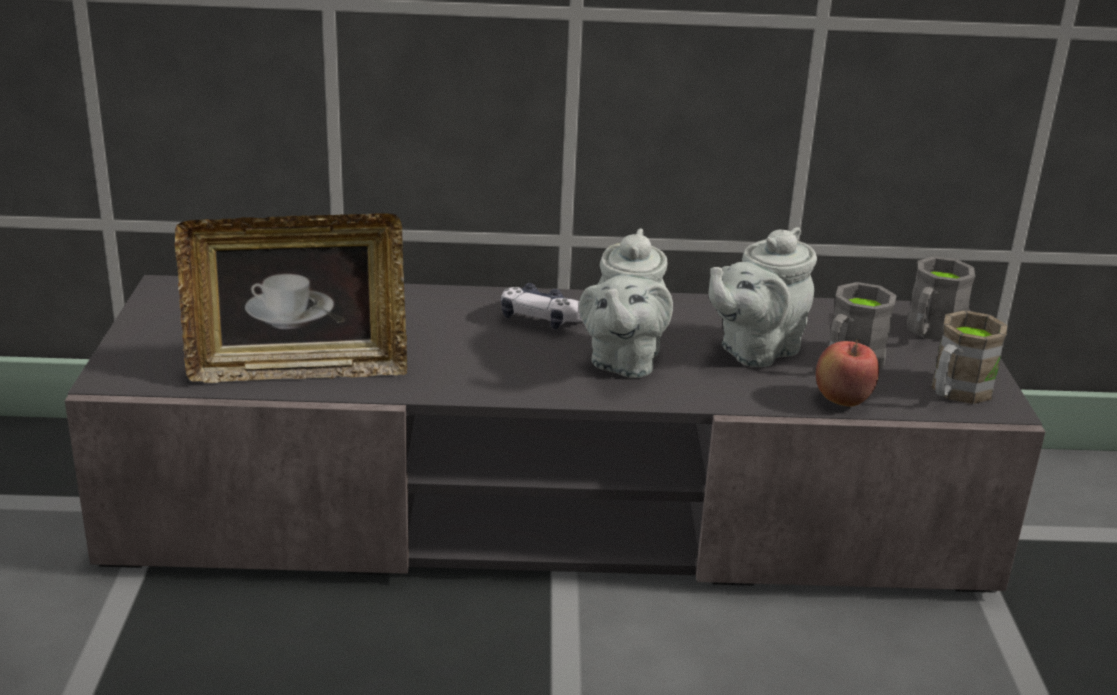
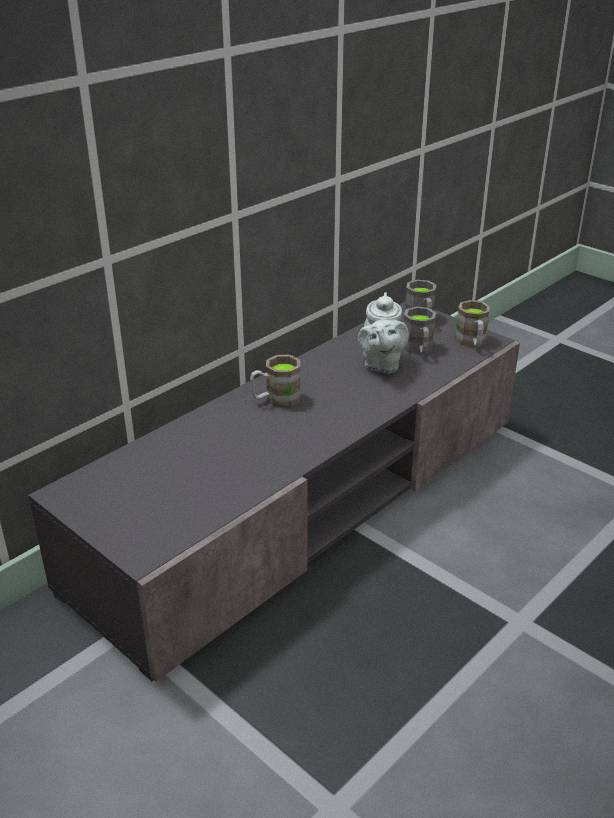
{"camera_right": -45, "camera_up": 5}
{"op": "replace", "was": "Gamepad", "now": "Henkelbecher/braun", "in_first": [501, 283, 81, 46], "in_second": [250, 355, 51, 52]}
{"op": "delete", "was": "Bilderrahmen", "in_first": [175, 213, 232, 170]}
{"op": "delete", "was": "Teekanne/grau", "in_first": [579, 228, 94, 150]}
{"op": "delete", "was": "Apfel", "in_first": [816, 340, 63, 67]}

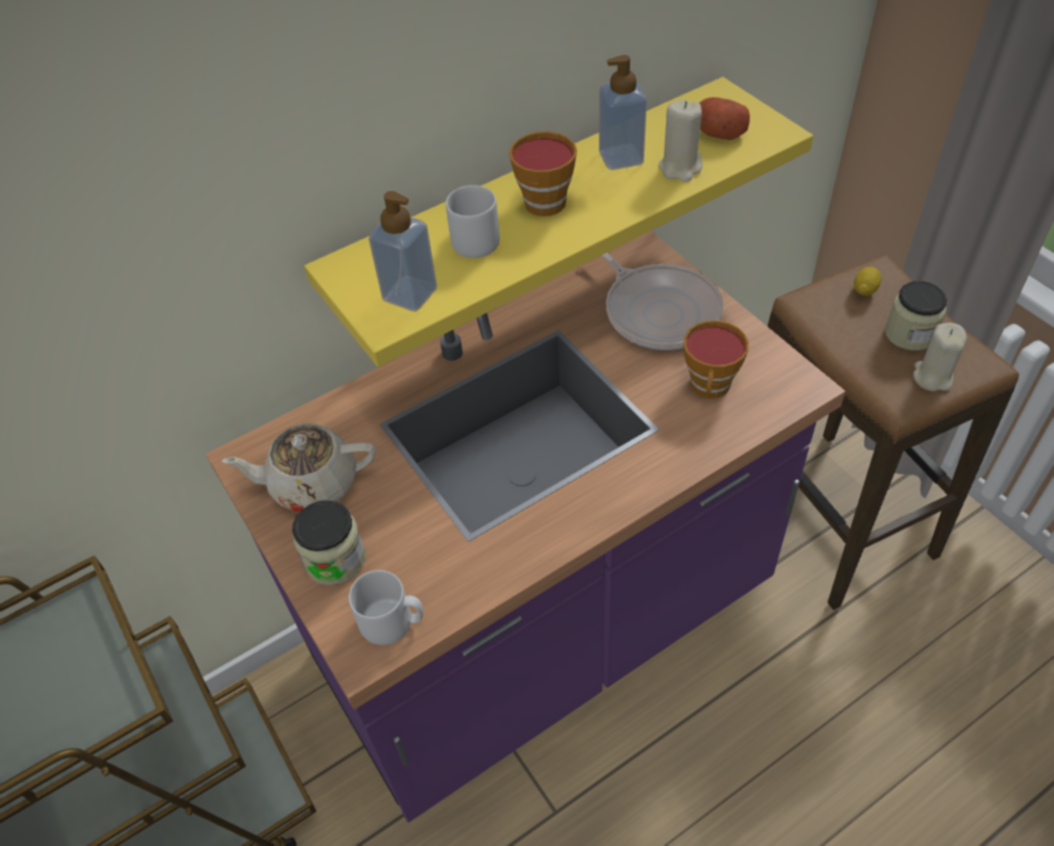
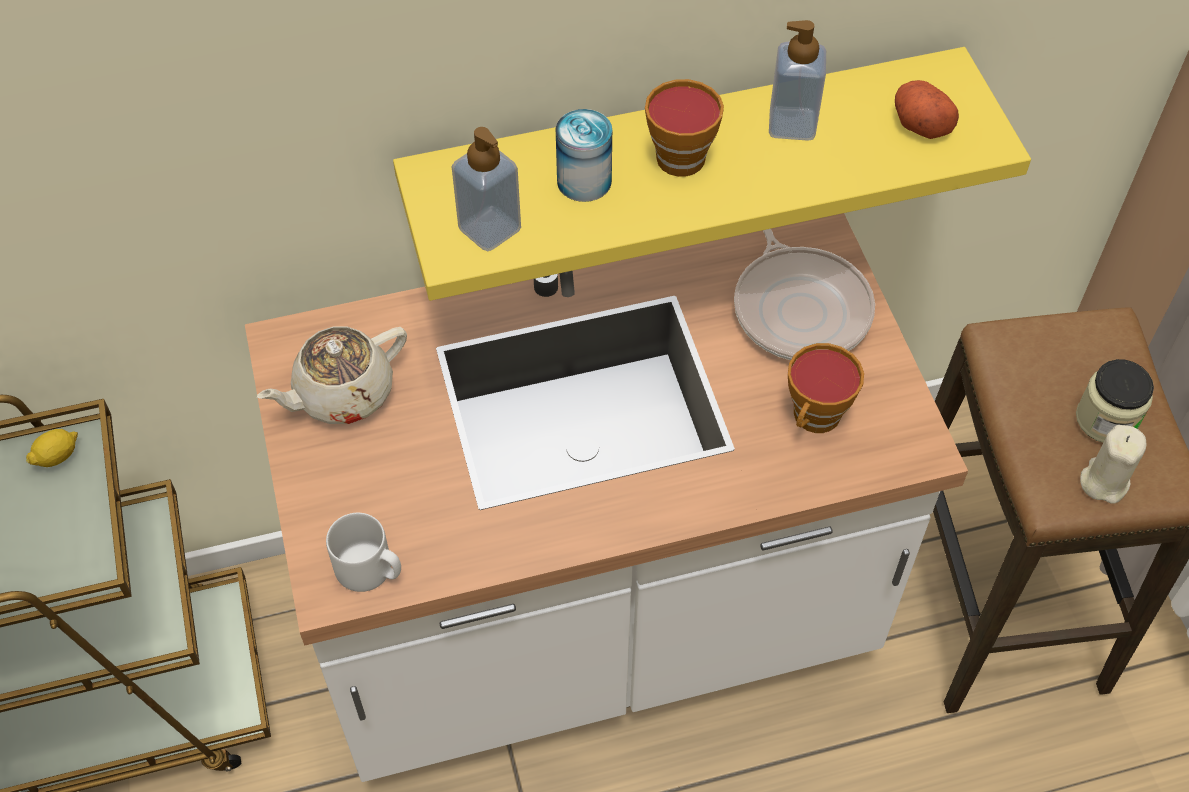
{"camera_right": 15, "camera_up": 5}
{"op": "move", "was": "Zitrone", "in_first": [854, 267, 28, 29], "in_second": [26, 429, 52, 38]}
{"op": "recolor", "was": "Küchenzeile/lila", "now": "Küchenzeile/weiß", "in_first": [206, 231, 639, 591], "in_second": [245, 213, 723, 569]}
{"op": "rotate", "was": "Teekanne/beige", "in_first": [222, 424, 154, 87], "in_second": [257, 326, 150, 98], "clockwise": -45}
{"op": "replace", "was": "Henkelbecher/grau", "now": "Dose", "in_first": [446, 185, 54, 73], "in_second": [556, 109, 56, 93]}
{"op": "delete", "was": "Vorratsglas", "in_first": [292, 500, 74, 85]}
{"op": "delete", "was": "Kerze/beige", "in_first": [659, 100, 44, 82]}

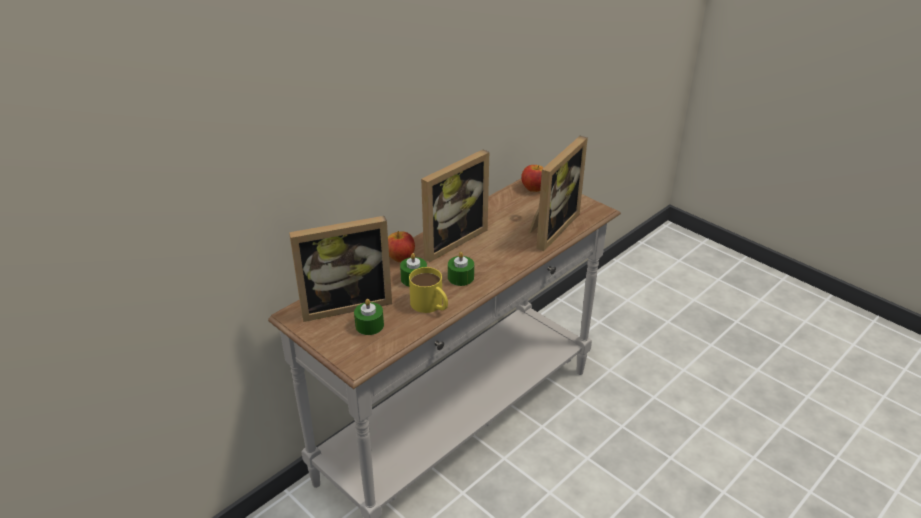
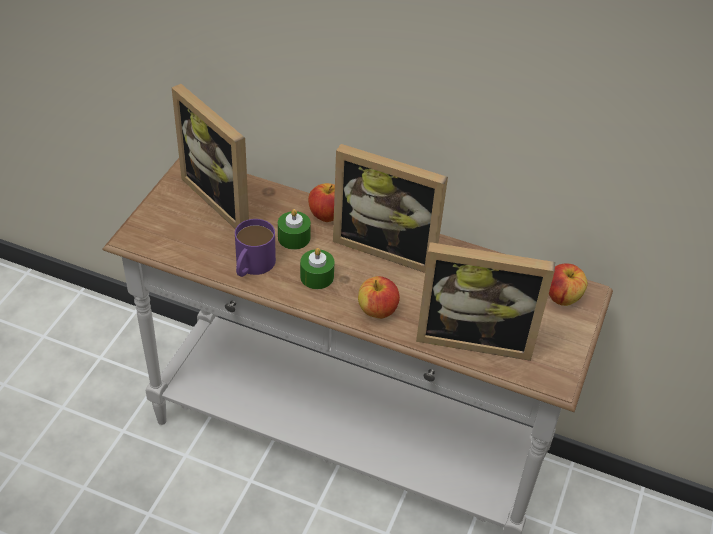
{"camera_right": 65, "camera_up": 10}
{"op": "recolor", "was": "Henkelbecher/gelb", "now": "Henkelbecher/lila", "in_first": [409, 267, 39, 46], "in_second": [235, 219, 41, 58]}
{"op": "insert", "now": "Apfel", "in_second": [358, 276, 42, 43]}
{"op": "delete", "was": "Kerze/grün", "in_first": [354, 299, 30, 36]}

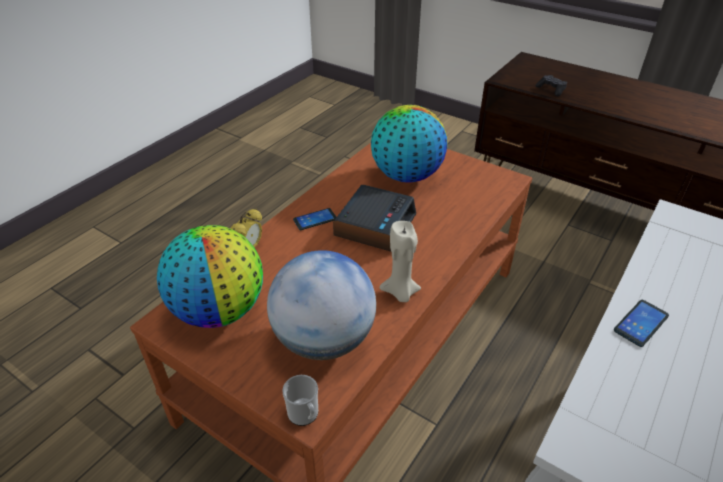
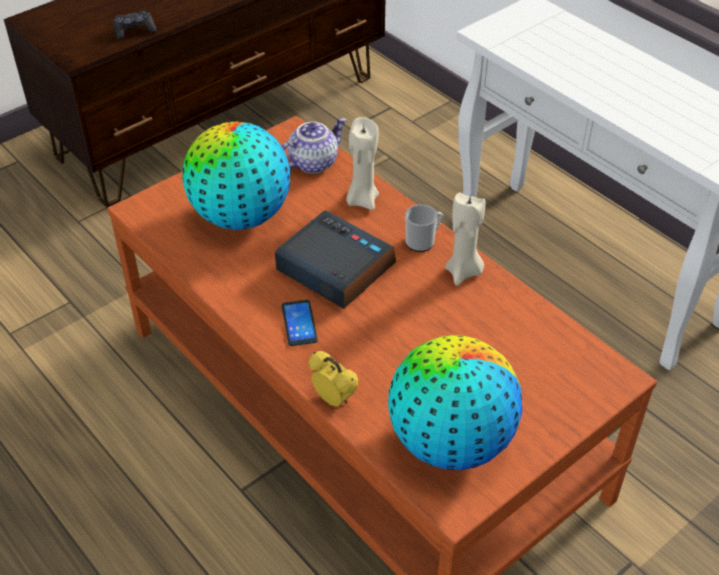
{"camera_right": -75, "camera_up": 5}
{"op": "insert", "now": "Teekanne", "in_second": [282, 118, 65, 56]}
{"op": "insert", "now": "Kerze/beige", "in_second": [346, 117, 33, 93]}
{"op": "move", "was": "Henkelbecher", "in_first": [282, 375, 36, 51], "in_second": [405, 204, 38, 48]}
{"op": "delete", "was": "Globus", "in_first": [267, 250, 109, 110]}
{"op": "delete", "was": "Handy", "in_first": [614, 300, 55, 47]}

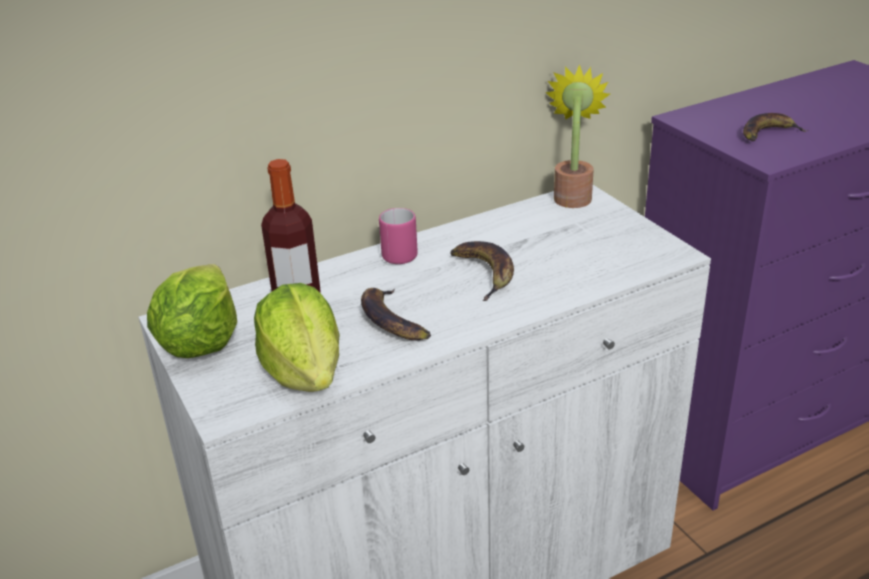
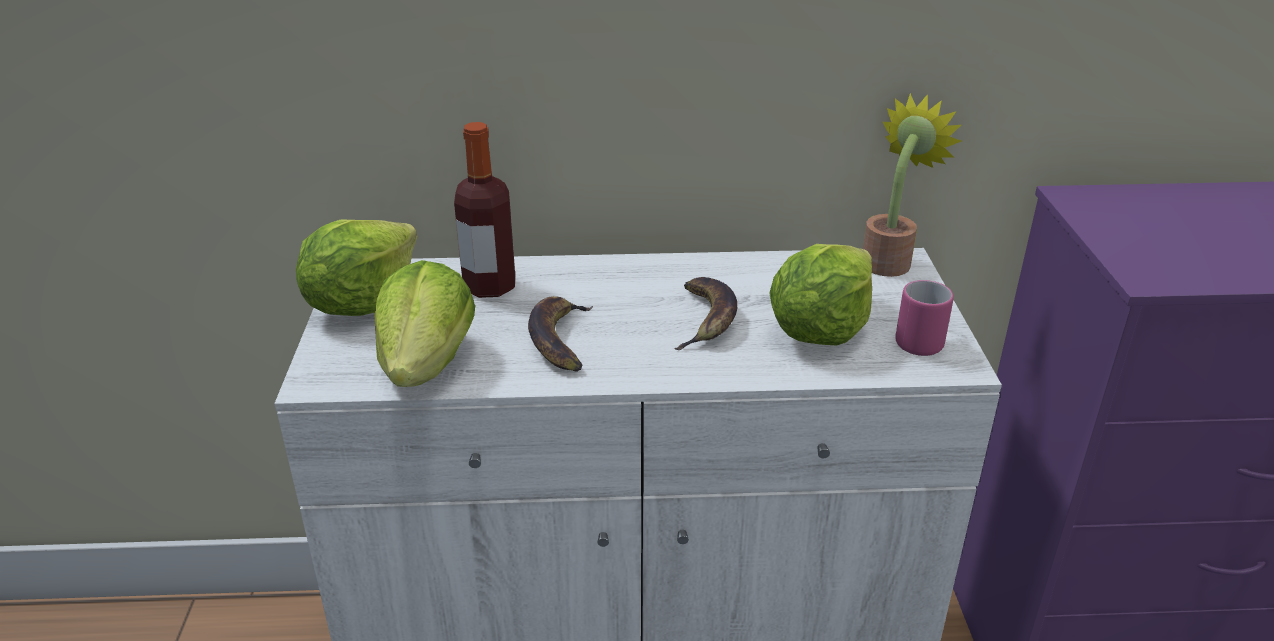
{"camera_right": 25, "camera_up": 0}
{"op": "insert", "now": "Salatkopf", "in_second": [770, 244, 102, 101]}
{"op": "move", "was": "Henkelbecher/rosa", "in_first": [379, 208, 39, 56], "in_second": [895, 280, 59, 76]}
{"op": "delete", "was": "Banane", "in_first": [743, 113, 65, 28]}

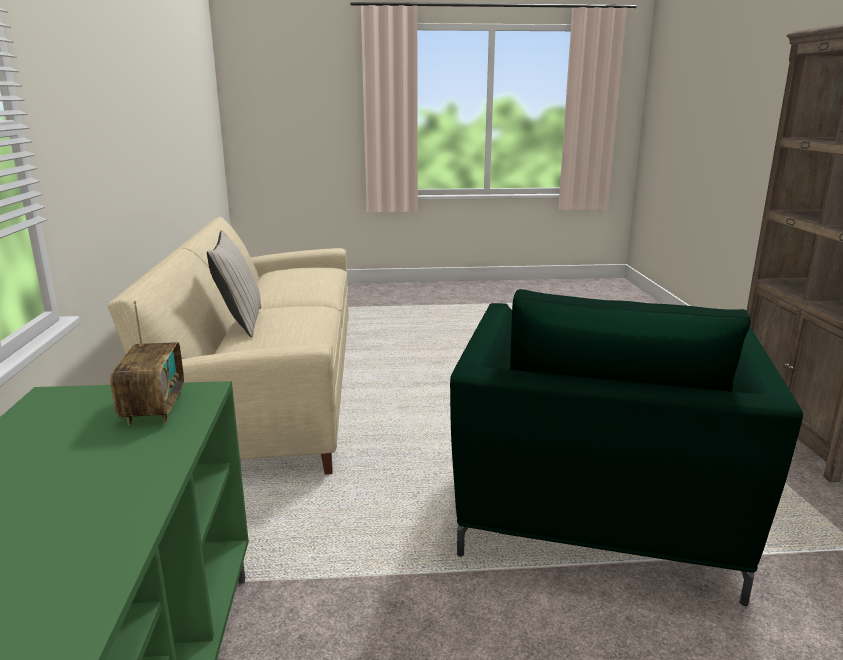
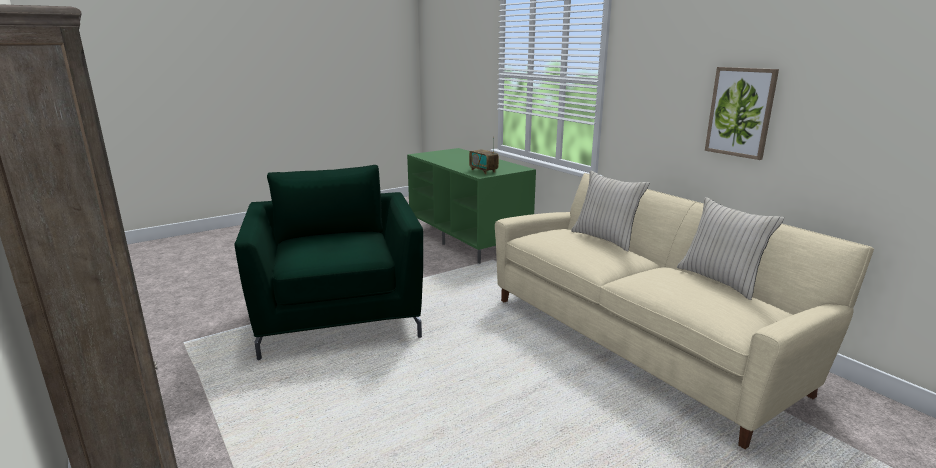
{"camera_right": 150, "camera_up": 0}
{"op": "insert", "now": "Kissen/beige", "in_second": [677, 197, 108, 103]}
{"op": "insert", "now": "Bild", "in_second": [705, 67, 74, 93]}

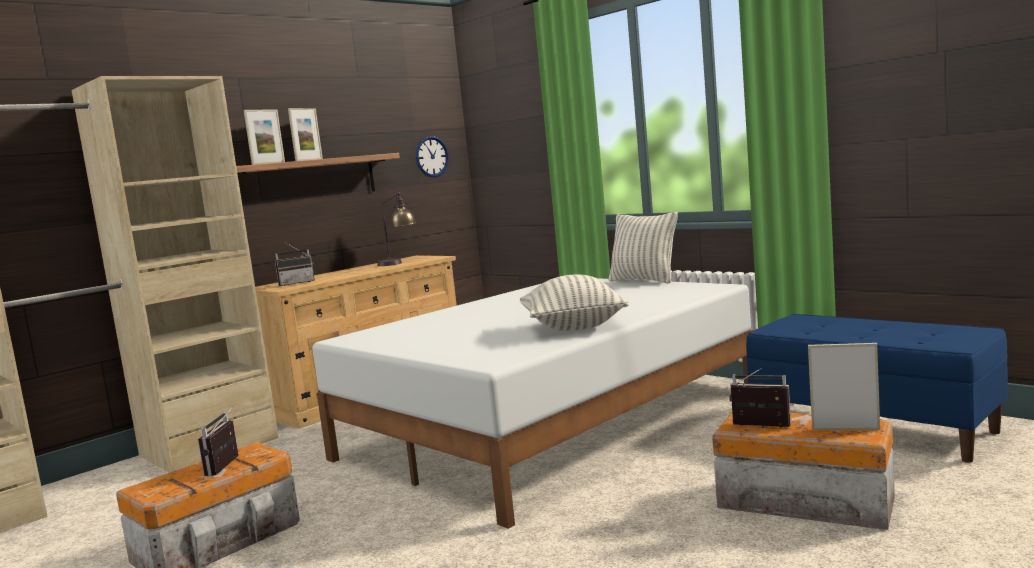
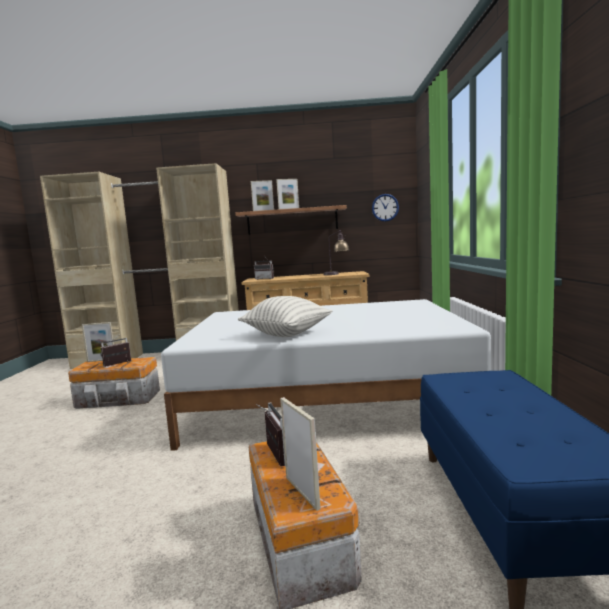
{"camera_right": 45, "camera_up": 0}
{"op": "insert", "now": "Bilderrahmen", "in_second": [82, 322, 32, 40]}
{"op": "delete", "was": "Kissen", "in_first": [608, 212, 70, 71]}

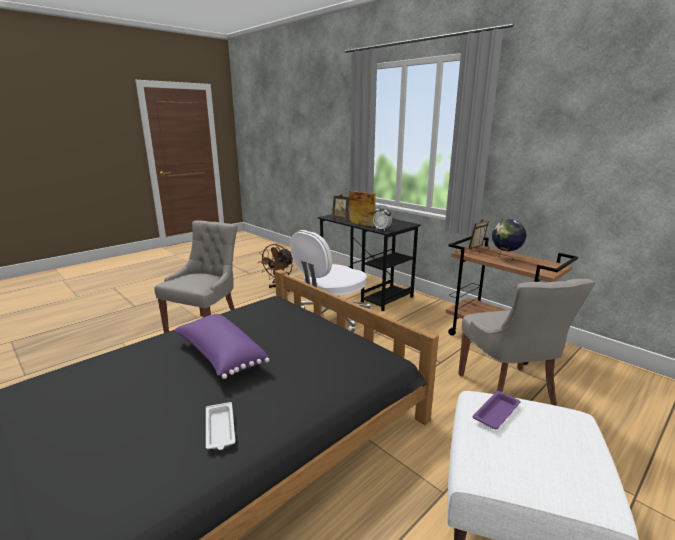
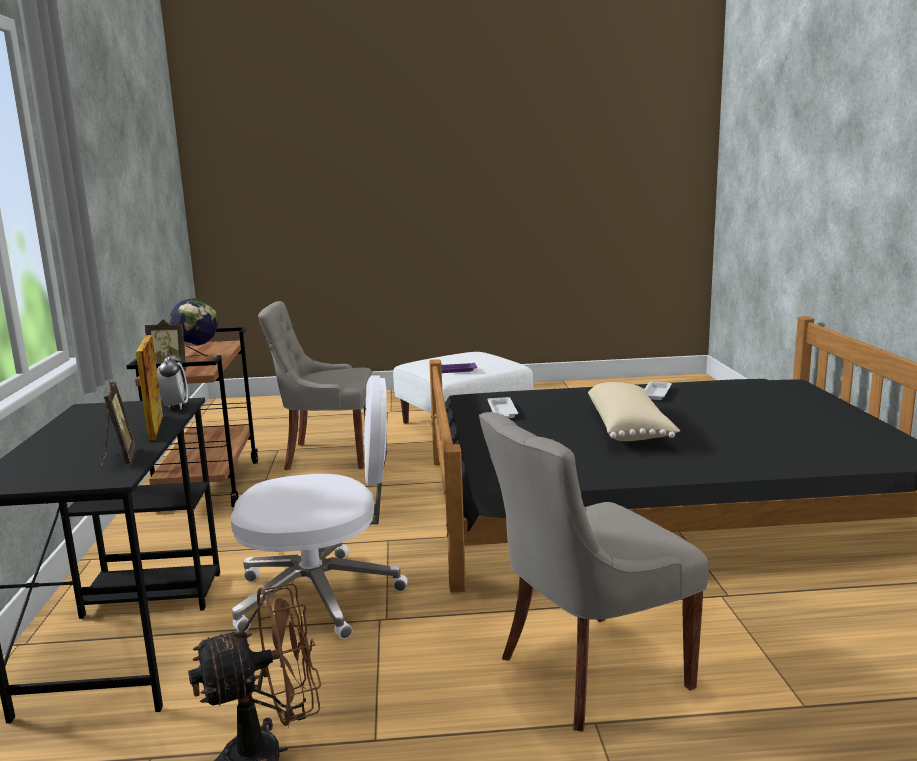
{"camera_right": -140, "camera_up": -5}
{"op": "rotate", "was": "Stuhl/grau", "in_first": [458, 279, 137, 127], "in_second": [258, 301, 114, 169], "clockwise": -120}
{"op": "insert", "now": "Tablett/weiß", "in_second": [487, 397, 31, 21]}
{"op": "recolor", "was": "Kissen/lila", "now": "Kissen/beige", "in_first": [174, 314, 96, 65], "in_second": [588, 382, 92, 59]}

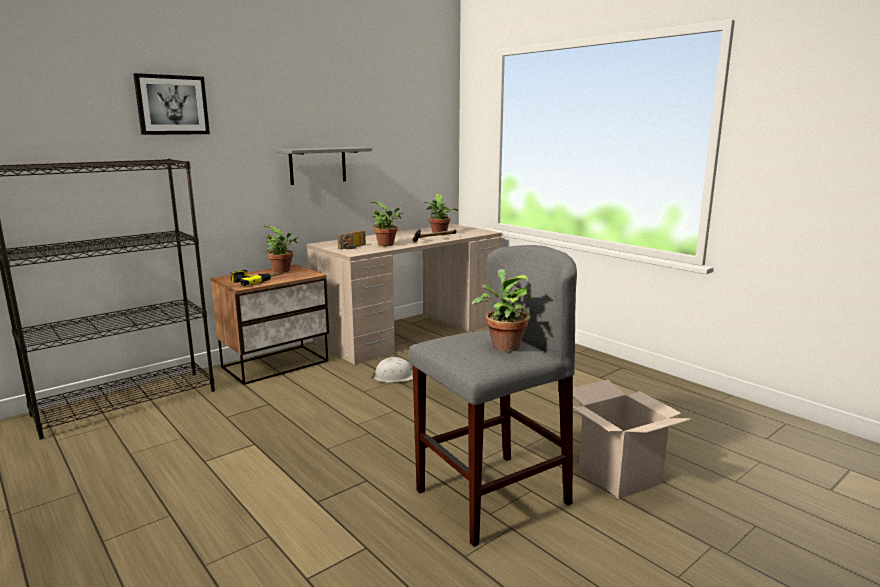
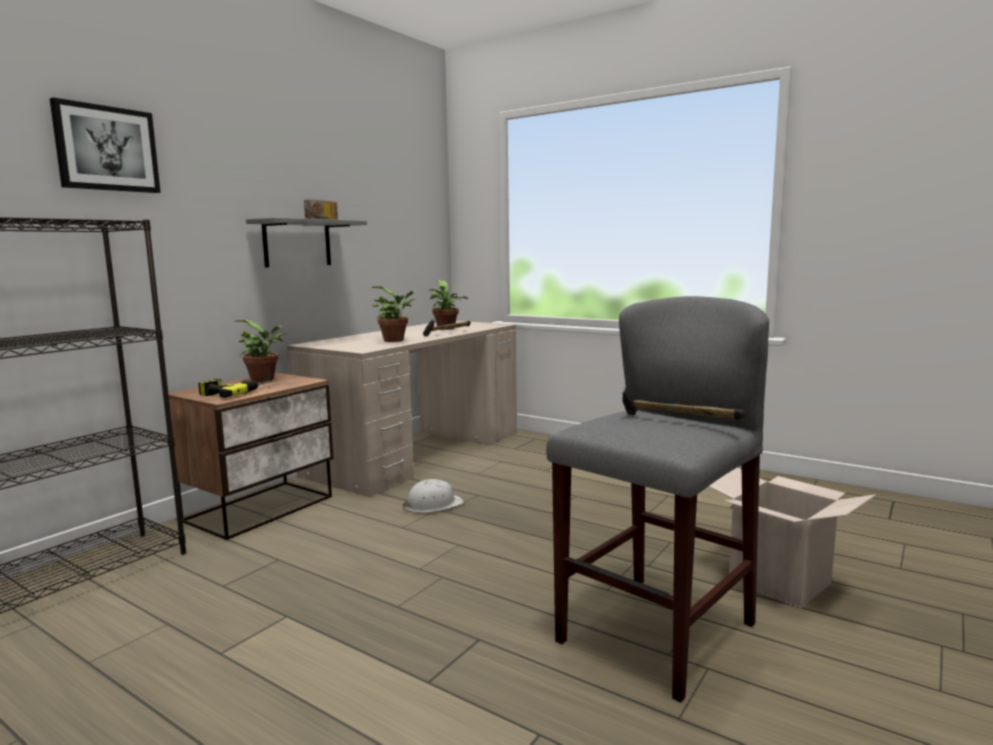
{"camera_right": -15, "camera_up": -5}
{"op": "move", "was": "Radio", "in_first": [337, 231, 29, 18], "in_second": [304, 199, 34, 21]}
{"op": "replace", "was": "Topfpflanze", "now": "Hammer", "in_first": [472, 269, 60, 83], "in_second": [623, 386, 122, 35]}

